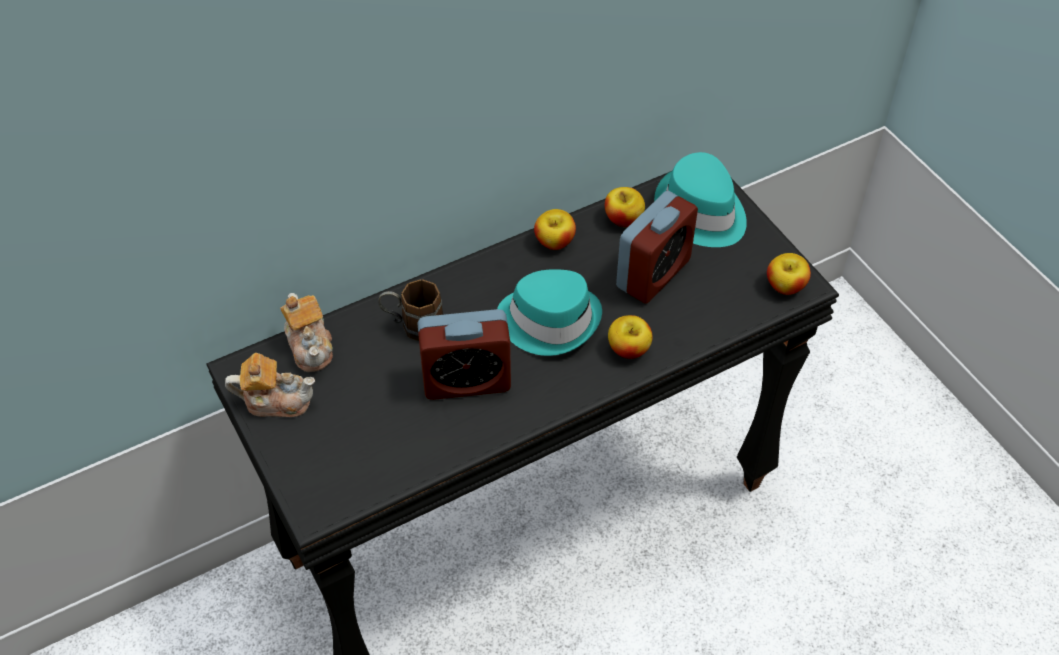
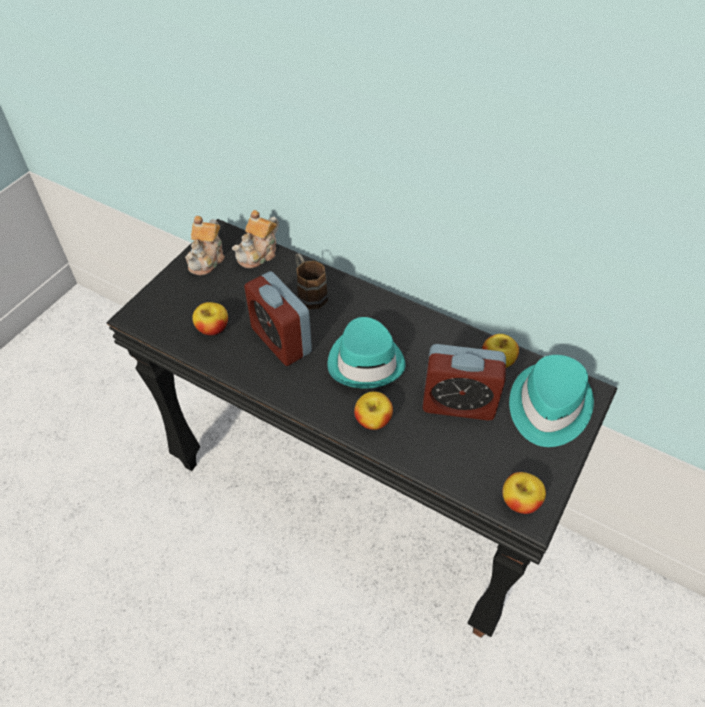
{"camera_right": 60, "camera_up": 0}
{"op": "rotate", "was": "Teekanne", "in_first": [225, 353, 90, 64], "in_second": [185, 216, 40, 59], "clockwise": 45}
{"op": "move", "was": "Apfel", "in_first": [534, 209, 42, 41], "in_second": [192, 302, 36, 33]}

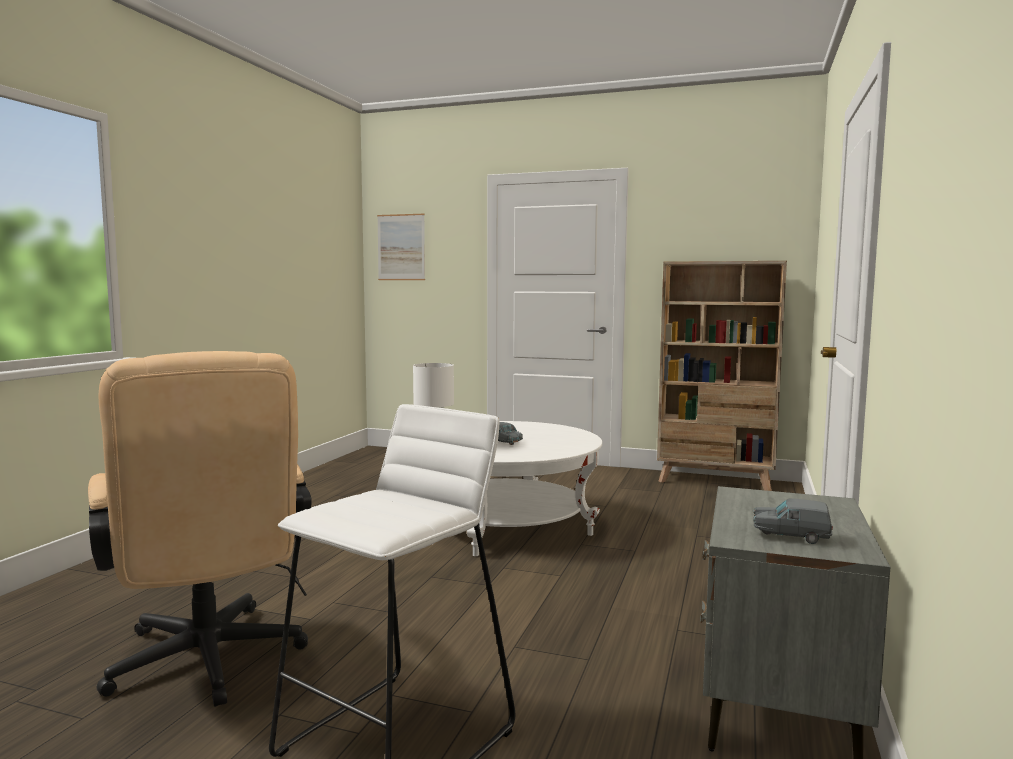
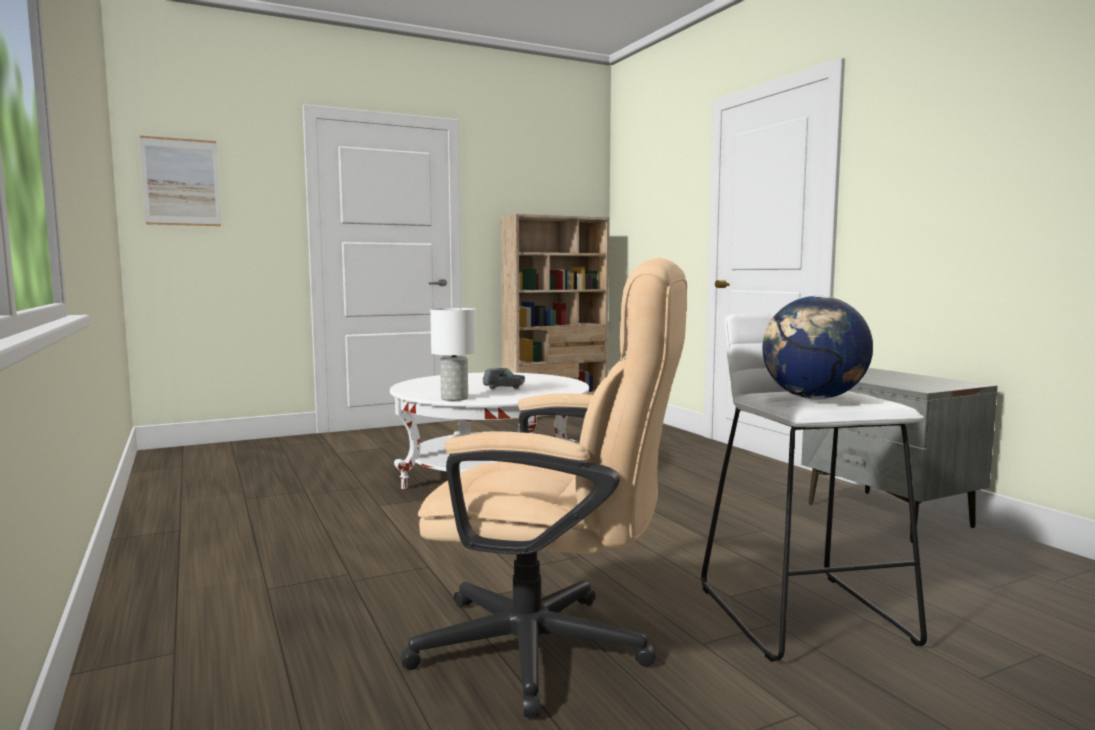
{"camera_right": -45, "camera_up": 0}
{"op": "insert", "now": "Globus", "in_second": [763, 296, 110, 103]}
{"op": "delete", "was": "Spielzeugauto/grau", "in_first": [753, 499, 80, 45]}

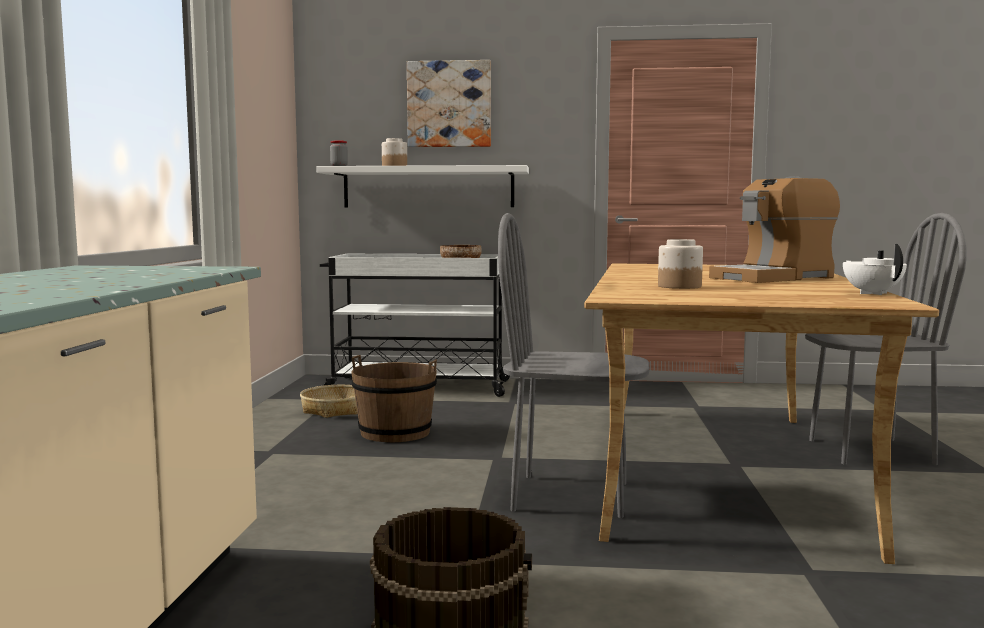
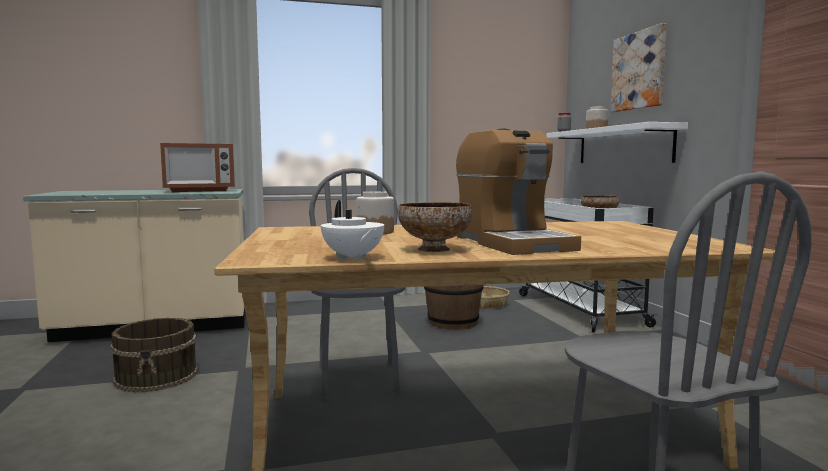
{"camera_right": 70, "camera_up": 0}
{"op": "insert", "now": "Mikrowelle", "in_second": [160, 143, 75, 49]}
{"op": "rotate", "was": "Teekanne/weiß", "in_first": [843, 244, 64, 51], "in_second": [321, 200, 63, 60], "clockwise": 90}
{"op": "insert", "now": "Schüssel", "in_second": [398, 202, 74, 50]}
{"op": "rotate", "was": "Kaffeemaschine", "in_first": [709, 176, 131, 107], "in_second": [456, 129, 125, 126], "clockwise": -150}

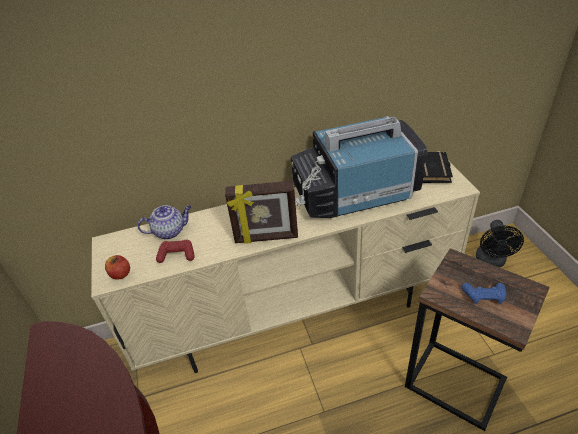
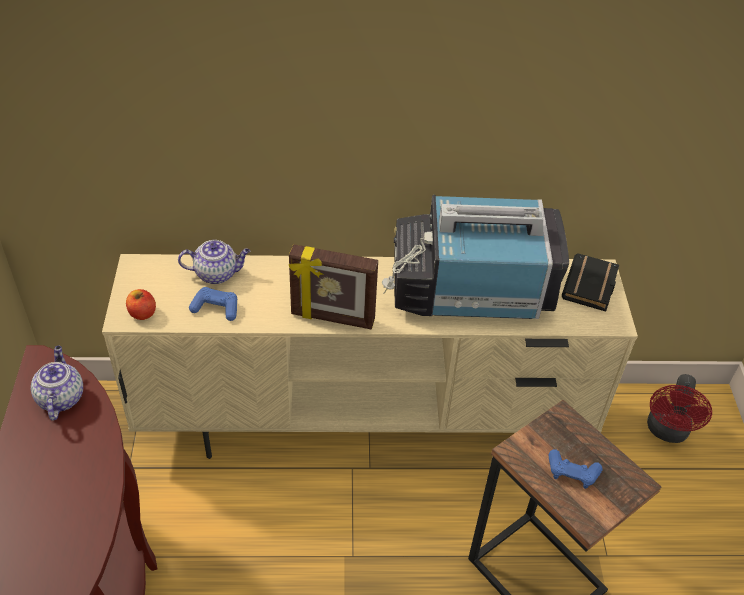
{"camera_right": 10, "camera_up": 5}
{"op": "insert", "now": "Teekanne", "in_second": [31, 346, 52, 75]}
{"op": "recolor", "was": "Gamepad/rot", "now": "Gamepad/blau", "in_first": [156, 239, 39, 24], "in_second": [189, 287, 48, 34]}
{"op": "recolor", "was": "Ventilator/schwarz", "now": "Ventilator/rot", "in_first": [476, 220, 48, 47], "in_second": [647, 374, 65, 69]}

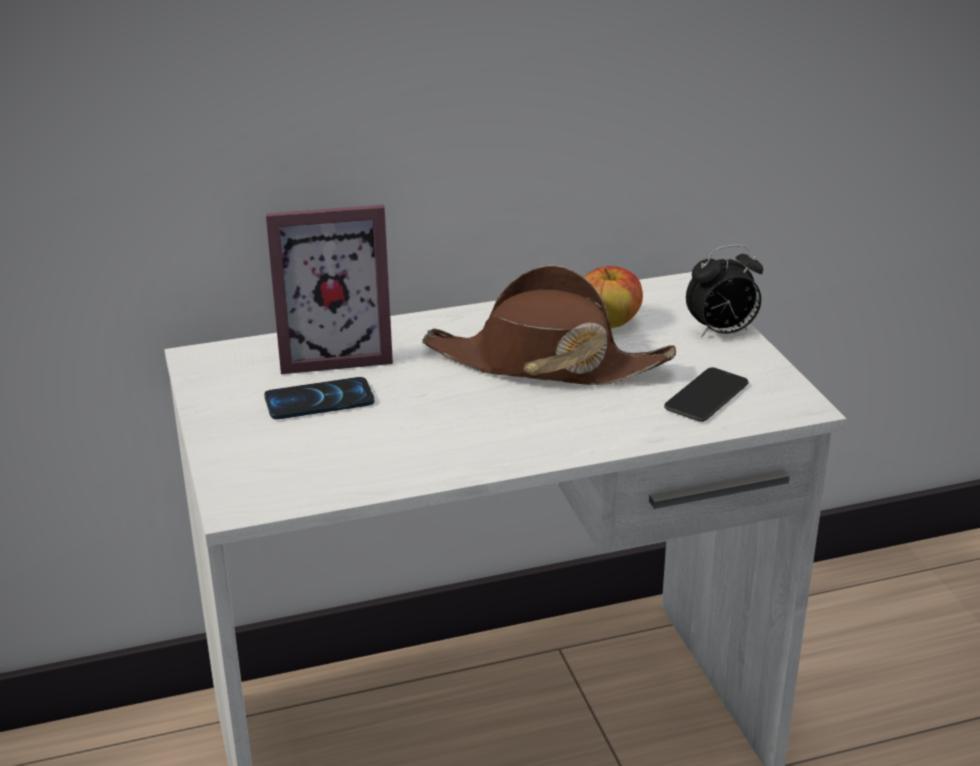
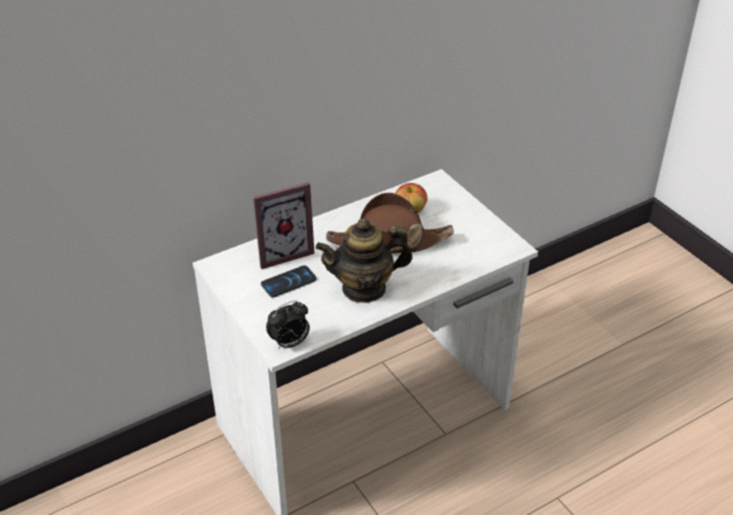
{"camera_right": -15, "camera_up": 10}
{"op": "move", "was": "Wecker", "in_first": [686, 245, 77, 92], "in_second": [266, 300, 44, 50]}
{"op": "insert", "now": "Teekanne", "in_second": [315, 218, 98, 85]}
{"op": "delete", "was": "Handy", "in_first": [664, 367, 85, 55]}

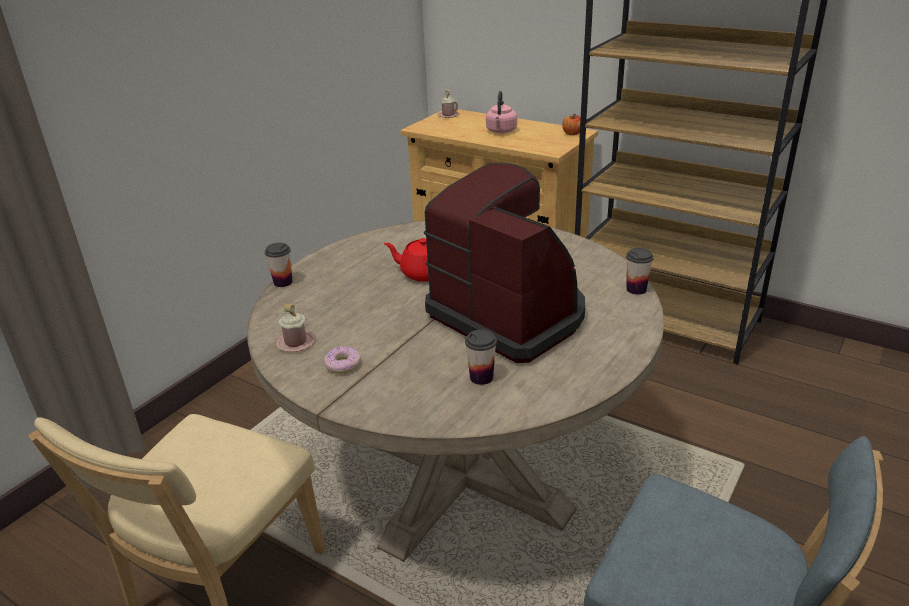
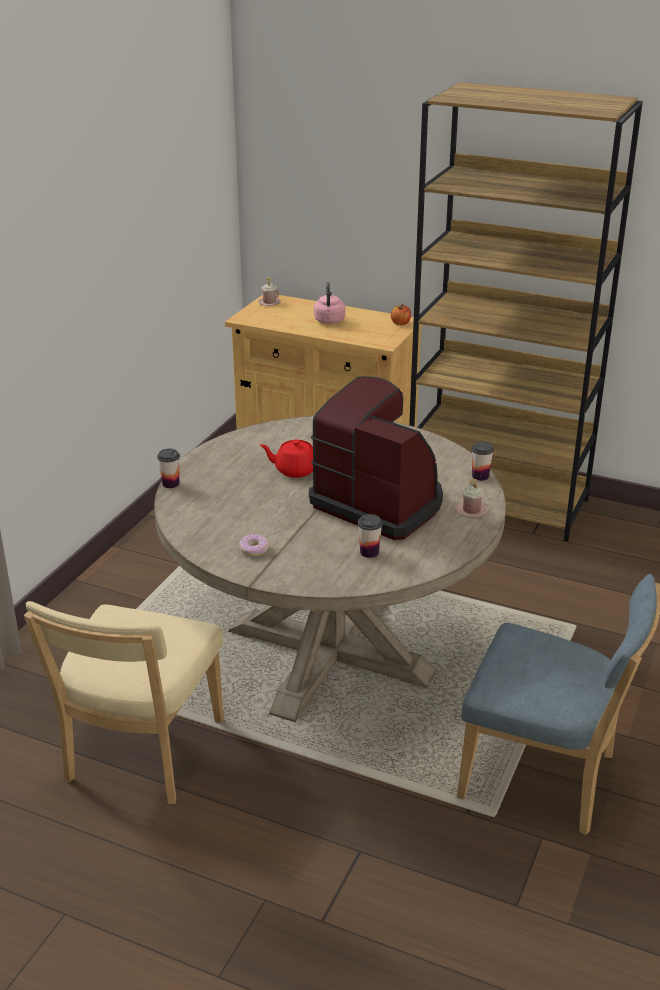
{"camera_right": -10, "camera_up": 0}
{"op": "move", "was": "Henkelbecher/rosa", "in_first": [276, 304, 39, 48], "in_second": [456, 479, 32, 39]}

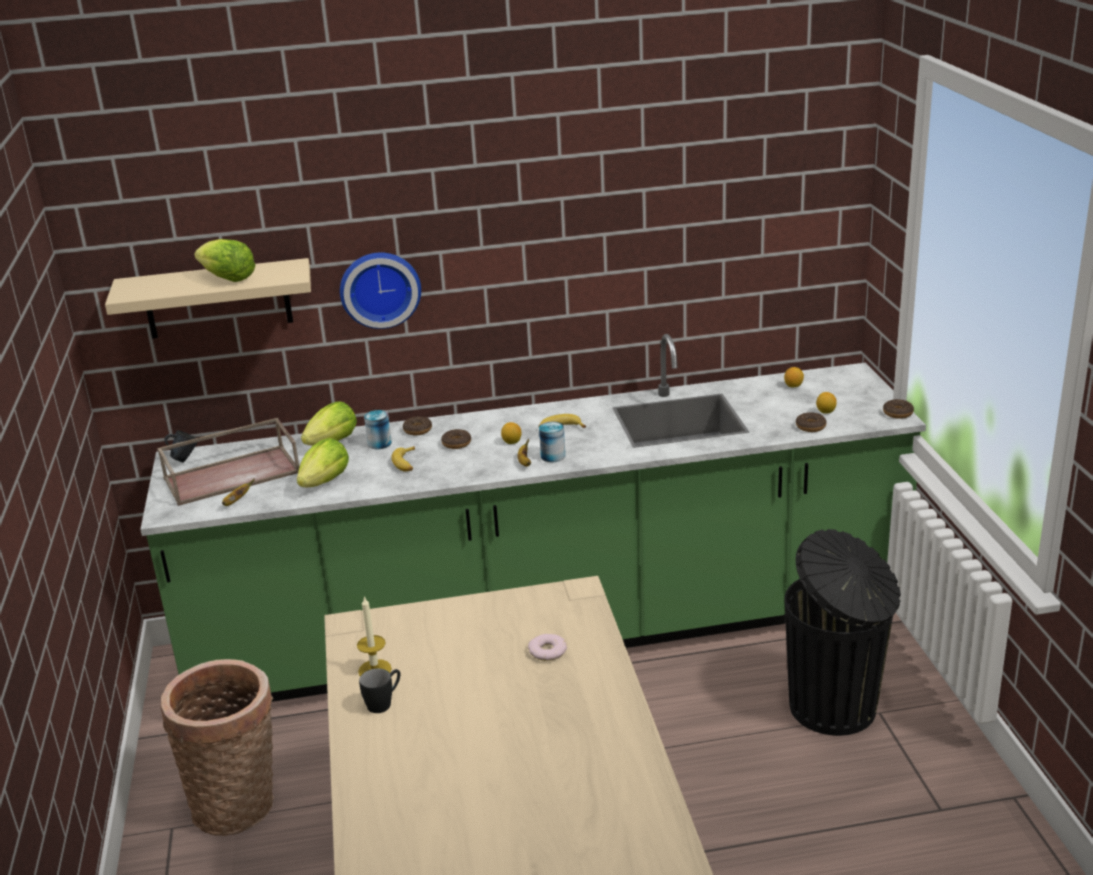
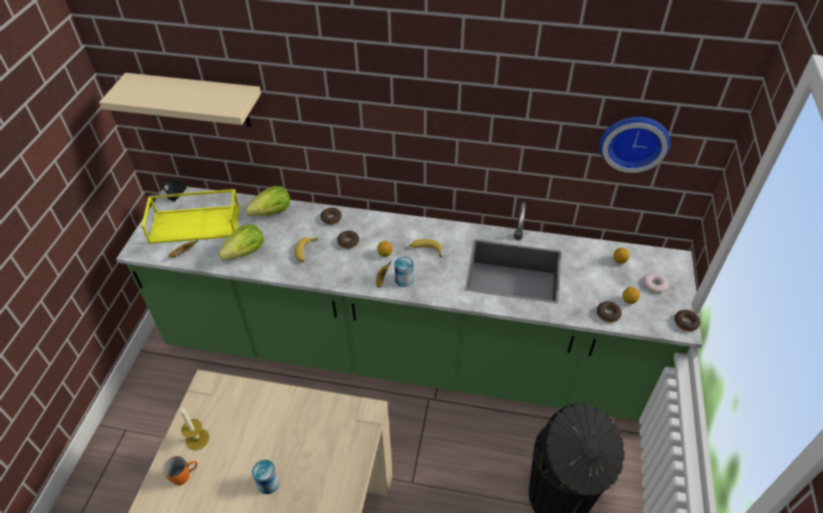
{"camera_right": 20, "camera_up": 20}
{"op": "recolor", "was": "Tablett/braun", "now": "Tablett/gelb", "in_first": [157, 418, 142, 88], "in_second": [141, 189, 99, 55]}
{"op": "recolor", "was": "Henkelbecher/schwarz", "now": "Henkelbecher/orange", "in_first": [359, 668, 41, 45], "in_second": [163, 456, 34, 29]}
{"op": "move", "was": "Dose", "in_first": [364, 410, 28, 39], "in_second": [252, 460, 28, 34]}
{"op": "move", "was": "Wanduhr", "in_first": [340, 252, 81, 77], "in_second": [599, 117, 72, 56]}
{"op": "move", "was": "Donut", "in_first": [528, 634, 39, 27], "in_second": [643, 273, 25, 20]}
{"op": "delete", "was": "Korb", "in_first": [161, 659, 113, 177]}
{"op": "delete", "was": "Salatkopf", "in_first": [194, 239, 62, 43]}

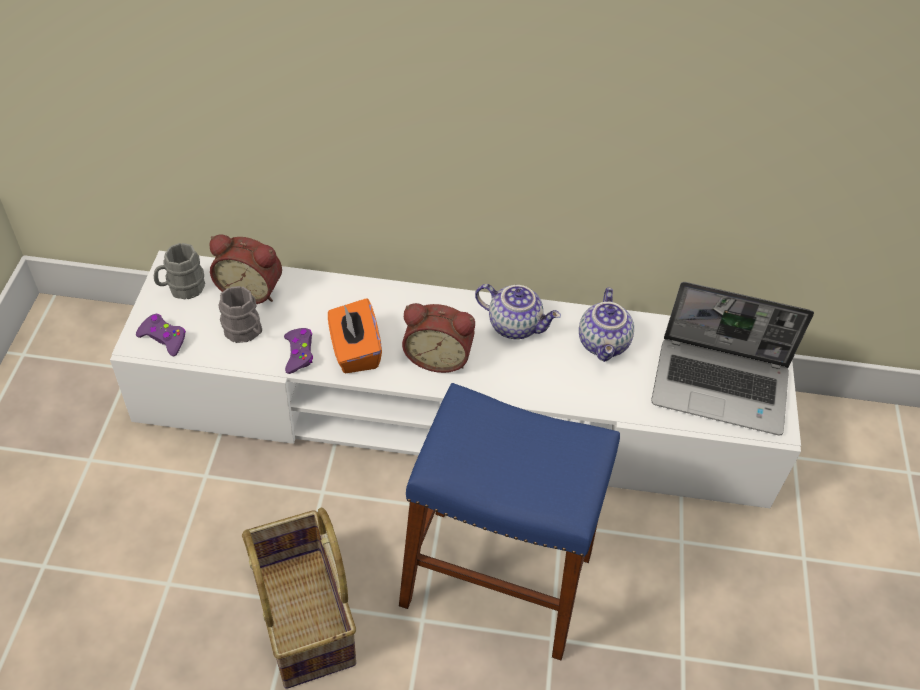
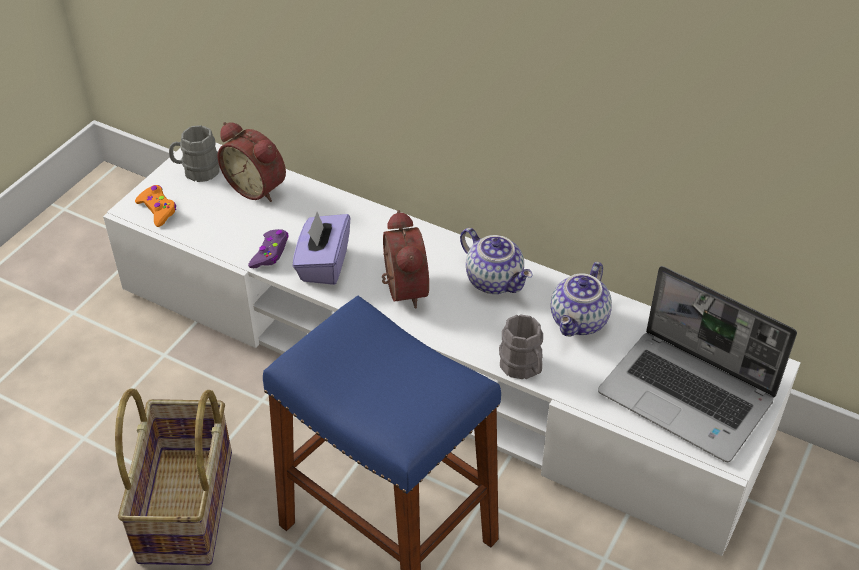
{"camera_right": 25, "camera_up": -5}
{"op": "recolor", "was": "Gamepad/lila", "now": "Gamepad/orange", "in_first": [136, 314, 50, 42], "in_second": [135, 185, 41, 42]}
{"op": "recolor", "was": "Taschentuchbox/orange", "now": "Taschentuchbox/lila", "in_first": [328, 298, 54, 75], "in_second": [293, 212, 57, 73]}
{"op": "rotate", "was": "Wecker", "in_first": [402, 303, 73, 70], "in_second": [382, 210, 47, 99], "clockwise": -135}
{"op": "move", "was": "Henkelbecher/grau", "in_first": [218, 286, 44, 57], "in_second": [499, 314, 44, 65]}

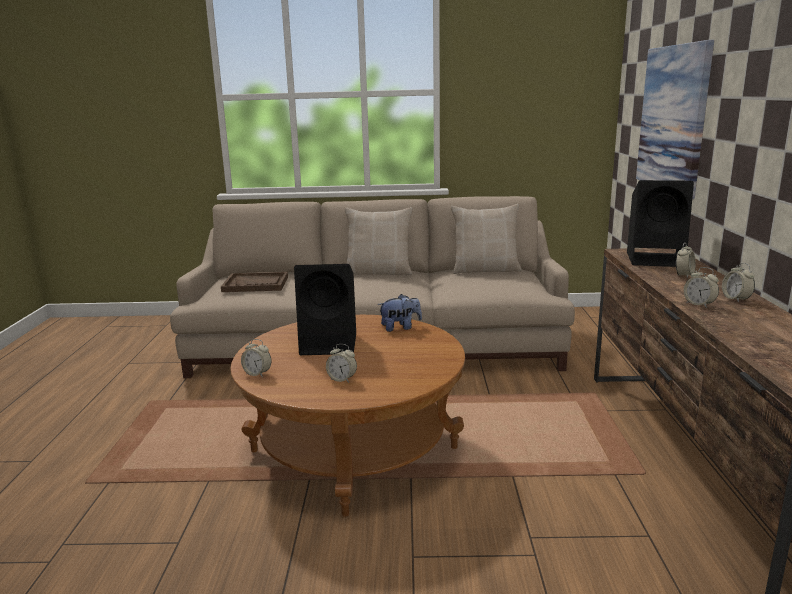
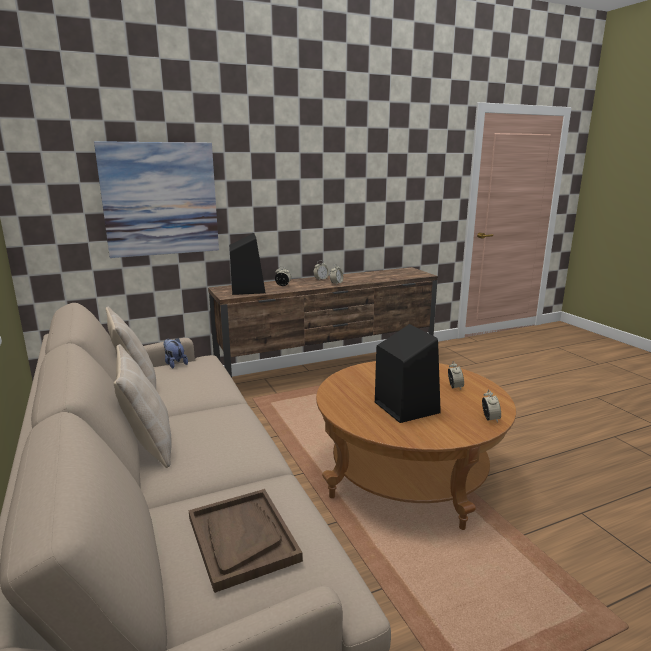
{"camera_right": -115, "camera_up": 0}
{"op": "move", "was": "Plüschtier", "in_first": [378, 294, 44, 38], "in_second": [163, 338, 25, 30]}

